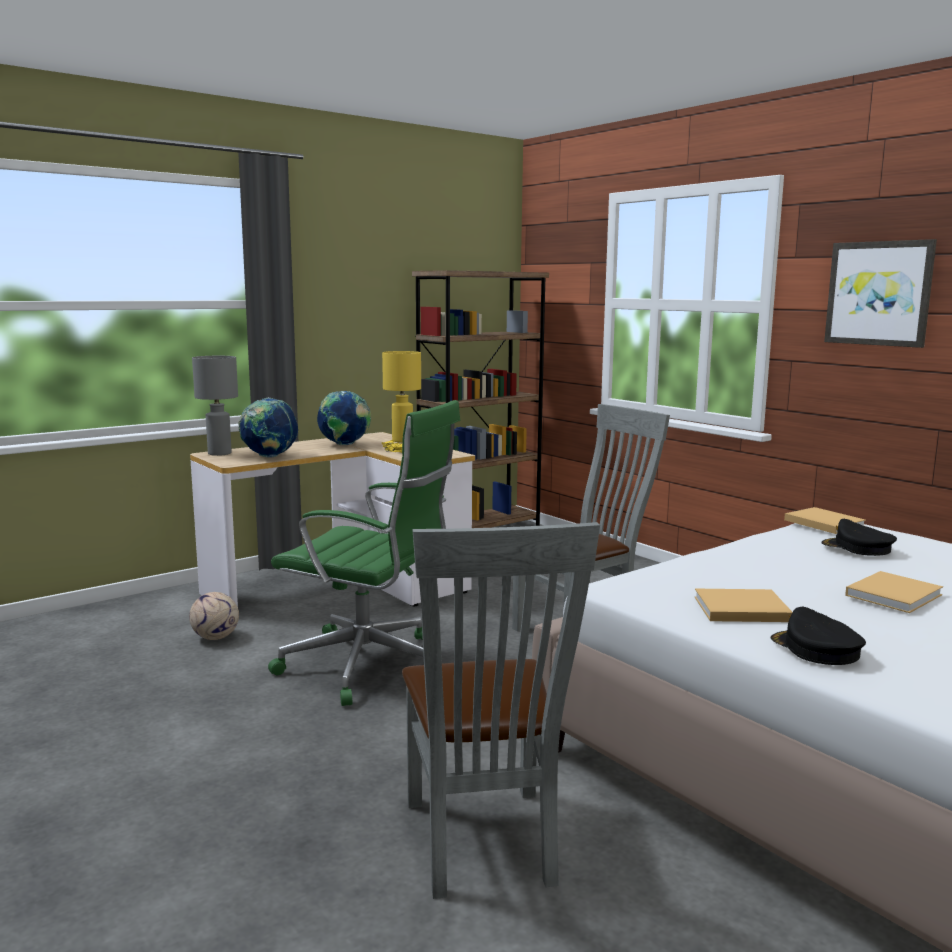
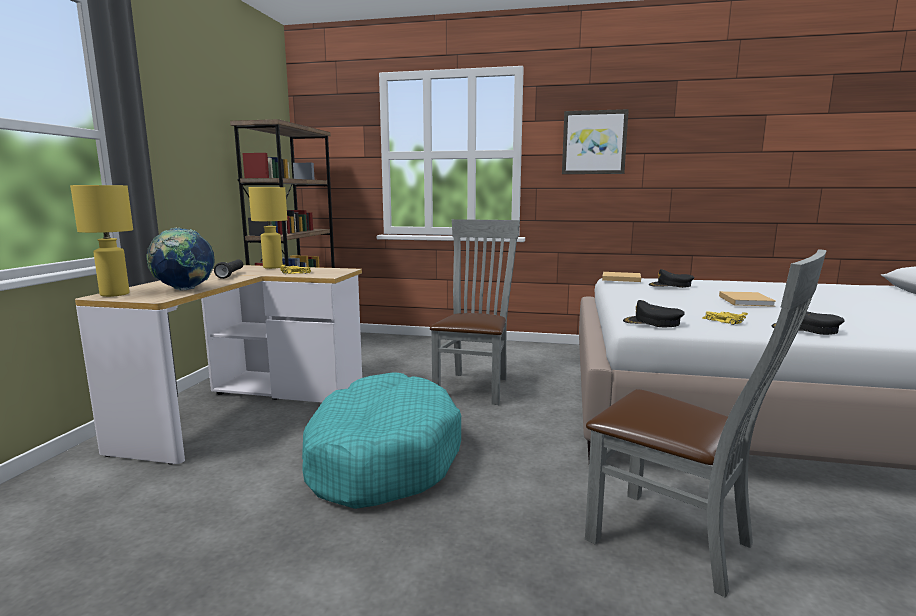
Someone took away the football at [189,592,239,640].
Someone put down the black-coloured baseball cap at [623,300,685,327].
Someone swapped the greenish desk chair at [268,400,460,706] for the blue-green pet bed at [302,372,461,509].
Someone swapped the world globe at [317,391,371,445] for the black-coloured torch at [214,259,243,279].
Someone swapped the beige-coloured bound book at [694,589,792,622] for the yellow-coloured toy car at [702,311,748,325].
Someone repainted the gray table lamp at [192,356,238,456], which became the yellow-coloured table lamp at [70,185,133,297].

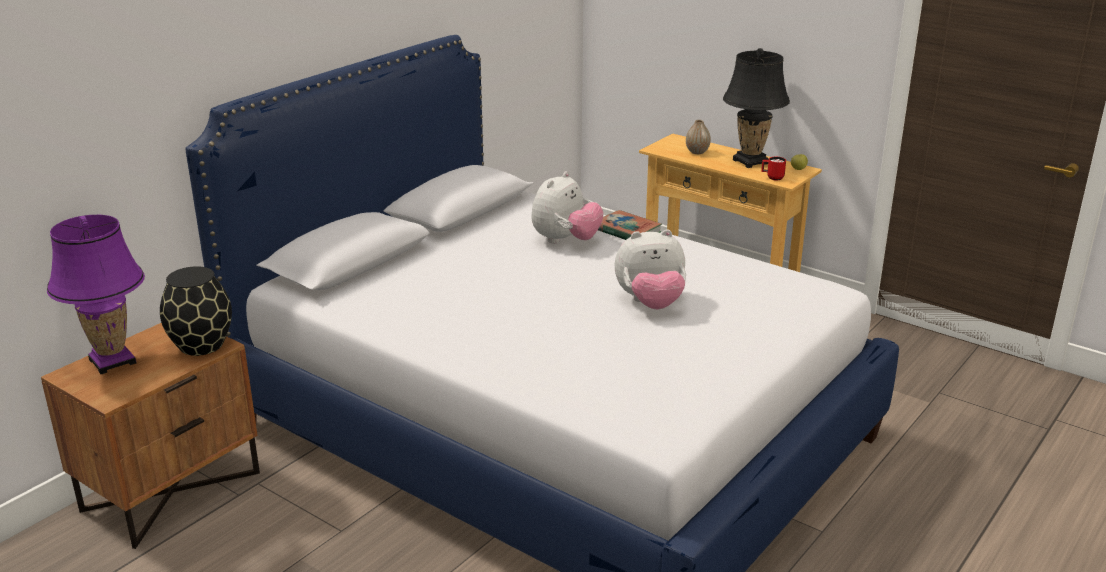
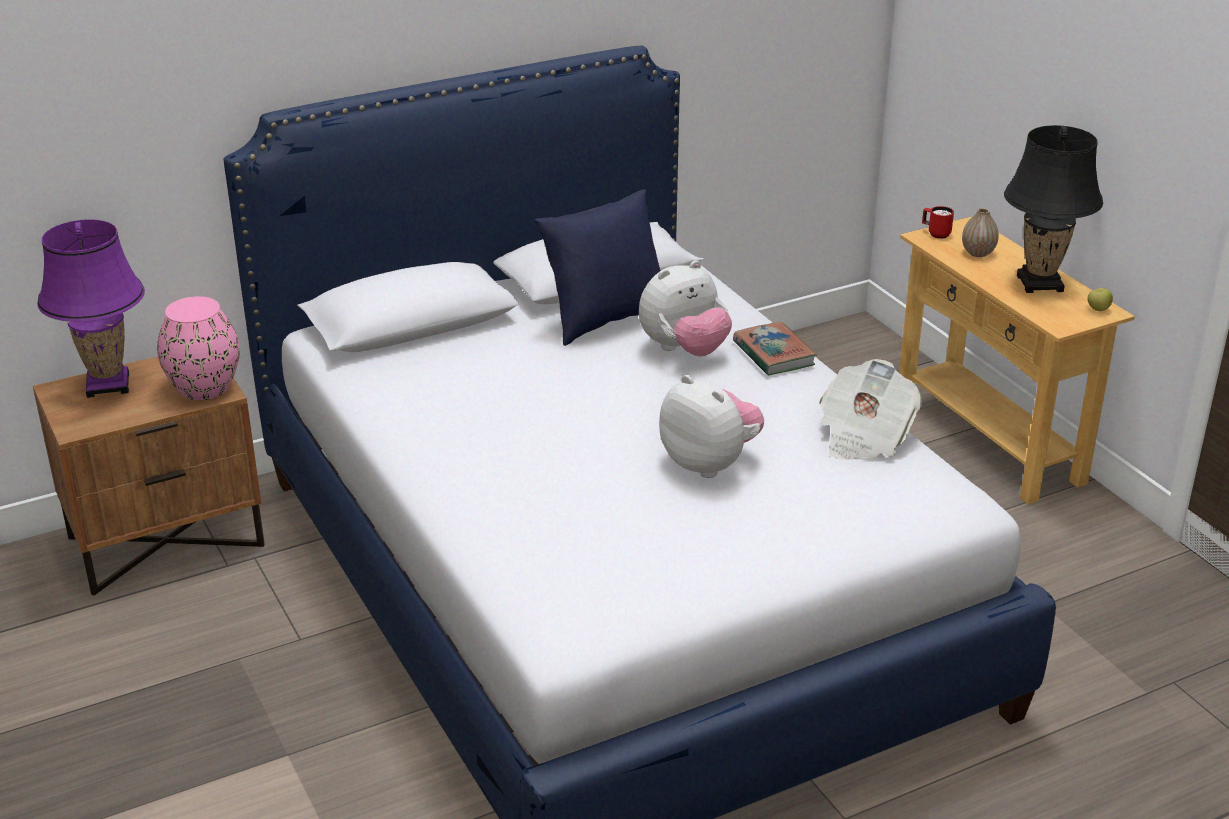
Someone put down the bluish pillow at [535,189,660,346].
Someone put down the printed paper at [819,359,922,460].
Someone carried the red-coloured mug from [761,157,786,180] to [922,206,954,239].
Someone repainted the black-coloured vase at [160,266,232,356], which became the pink vase at [157,296,240,400].
Someone rotated the soft toy at [615,230,686,309] by 150 degrees counterclockwise.

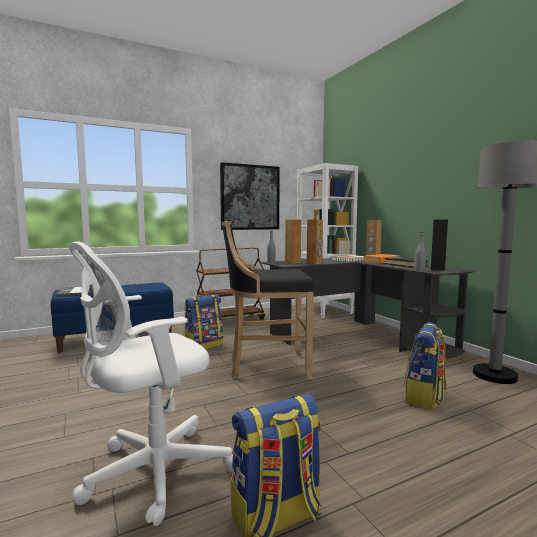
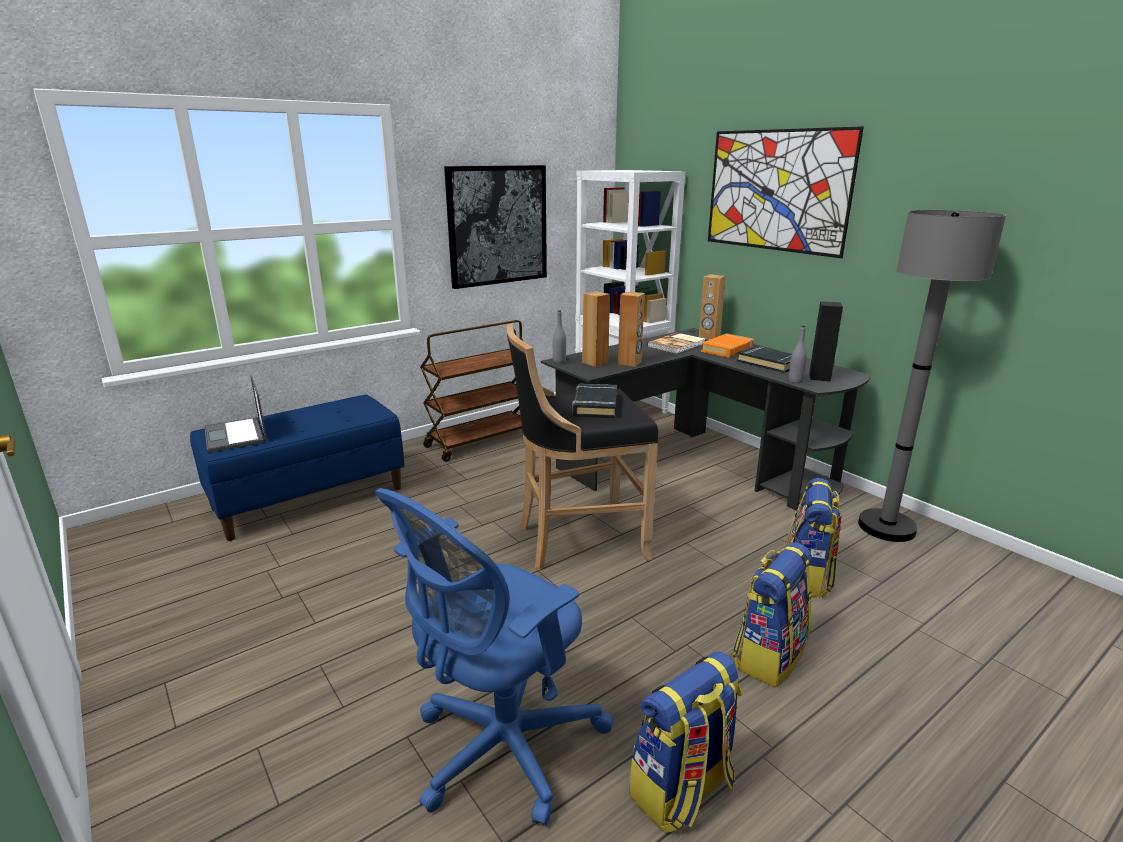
Someone put down the black-coloured bound book at [573,384,617,418].
Someone put up the wall art at [708,126,864,258].
Someone carried the knapsack from [184,294,223,349] to [733,542,812,687].
Someone repainted the white-coloured desk chair at [68,241,233,526], which became the bluish desk chair at [374,488,614,826].

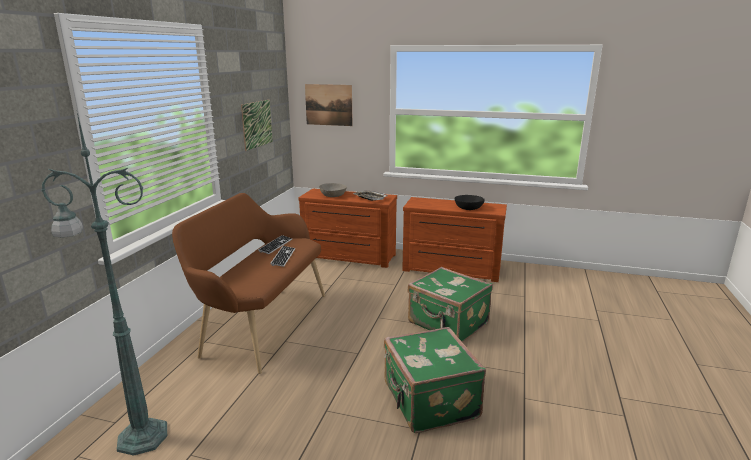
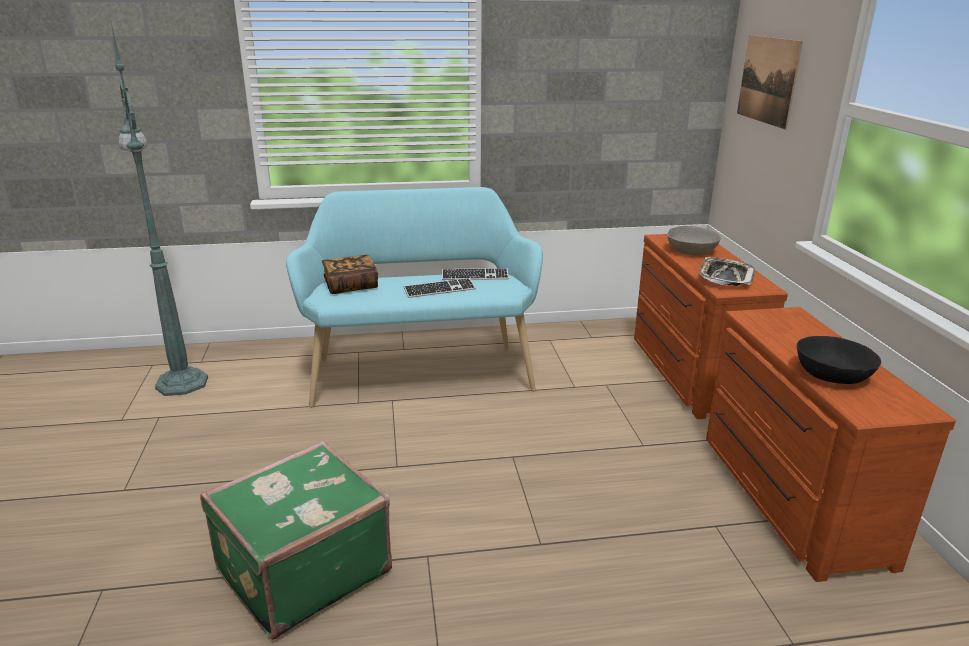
Someone took away the wall art at [241,100,273,151].
Someone took away the greenish suitcase at [407,267,493,342].
Someone put down the bound book at [322,255,378,294].
Someone repainted the brown bench at [172,193,325,374], which became the blue-green bench at [286,187,543,408].

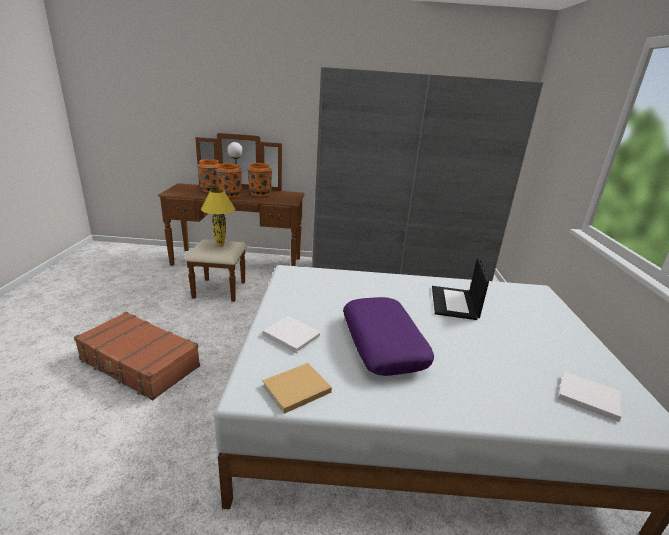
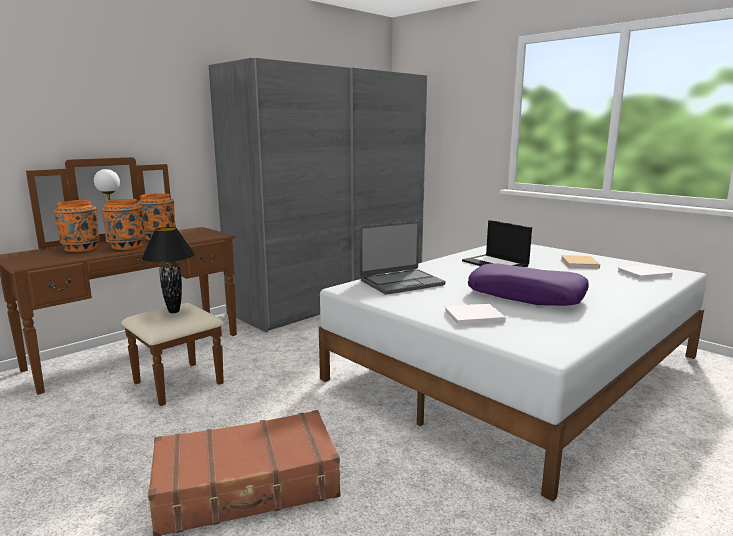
Someone put down the notebook computer at [360,221,446,295].
Someone carried the beige-coloured bound book from [262,363,332,414] to [561,255,600,269].
Someone repainted the yellow-coloured table lamp at [201,189,235,246], which became the black-coloured table lamp at [142,227,195,313].

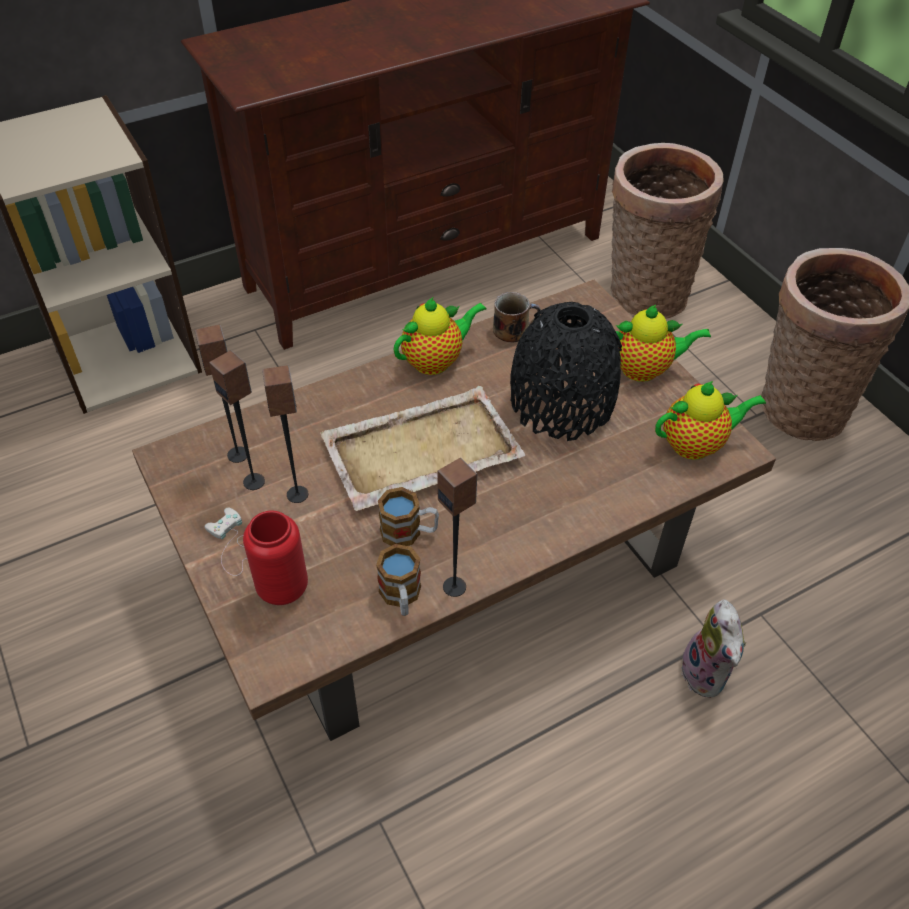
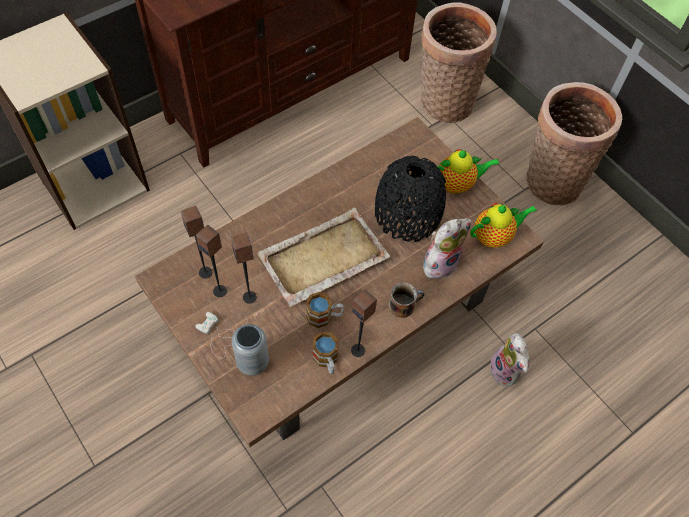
Someone took away the tea pot at [394,297,487,375].
Someone put down the soft toy at [423,218,472,279].
Someone carried the mug from [493,292,541,343] to [389,282,425,318].
Someone repainted the red-coloured vase at [243,511,308,605], which became the gray vase at [232,324,269,376].

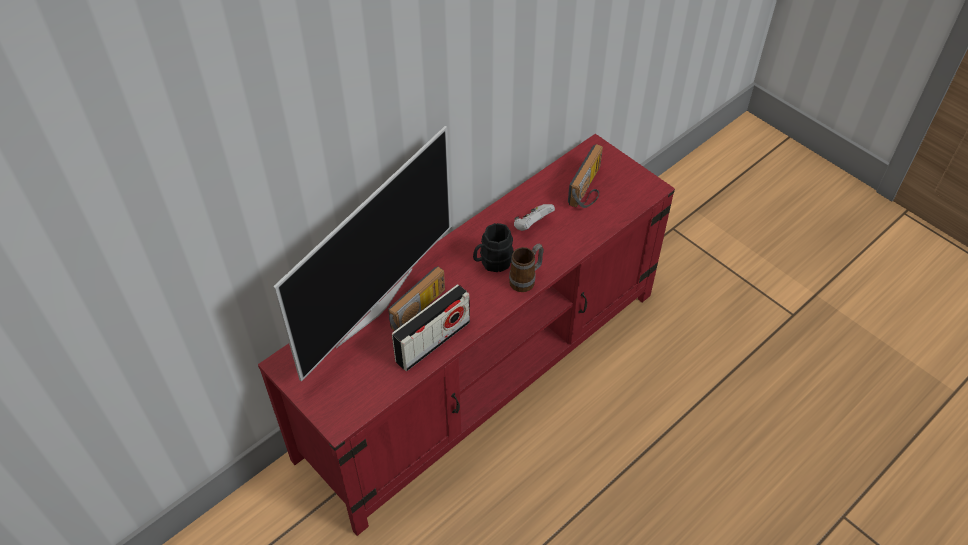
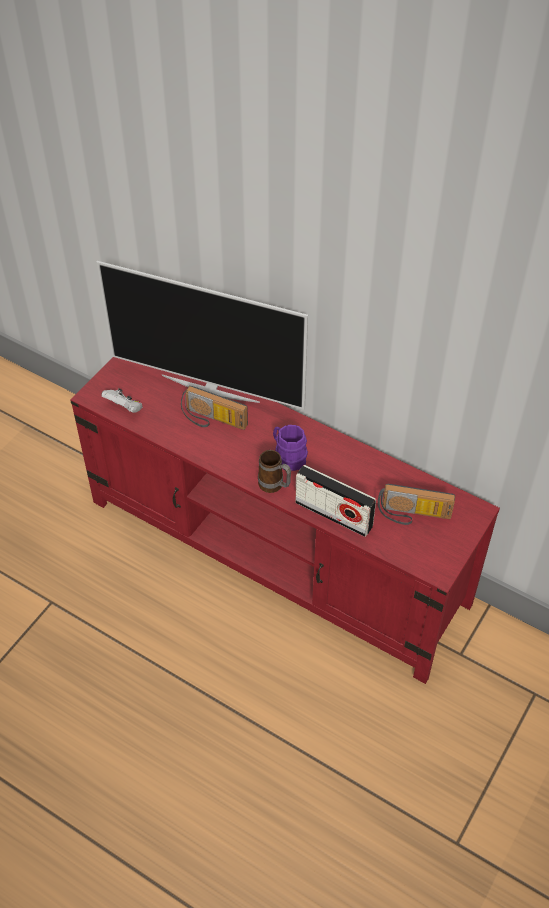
Someone carried the radio set from [392,284,470,371] to [295,465,376,537].
Someone carried the white-coloured gamepad from [514,204,555,231] to [101,388,143,413].
Someone repainted the black-coloured mug at [473,223,514,272], which became the purple-coloured mug at [273,425,308,471].

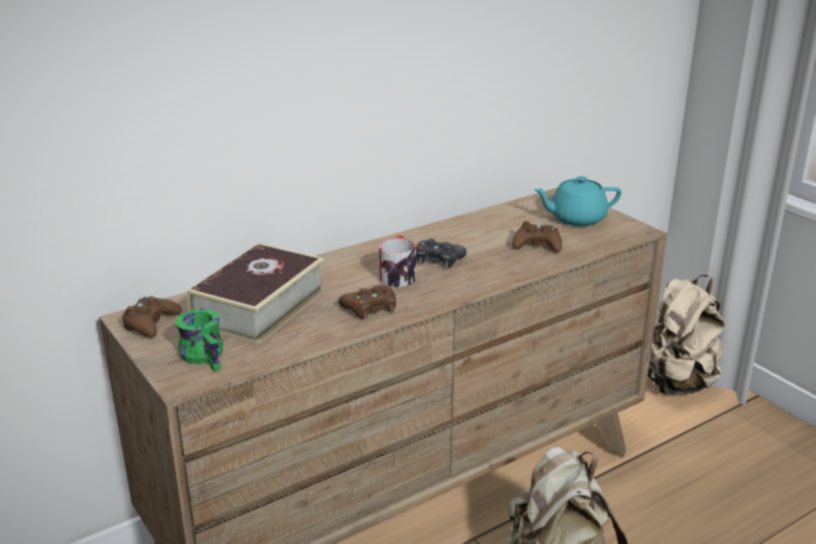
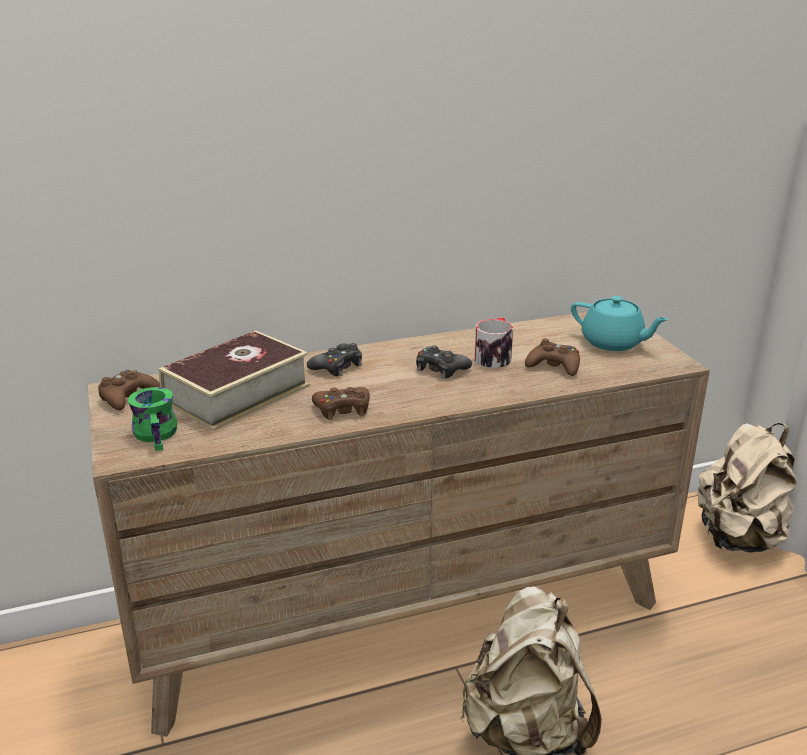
Someone put down the black-coloured gamepad at [307,343,362,376].
Someone carried the mug from [379,235,416,287] to [474,318,513,368].
Someone rotated the blue-green tea pot at [533,176,622,227] by 150 degrees counterclockwise.

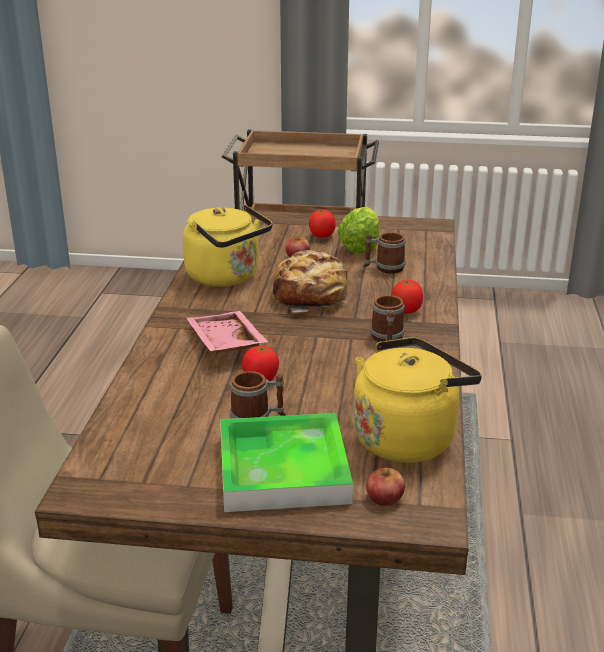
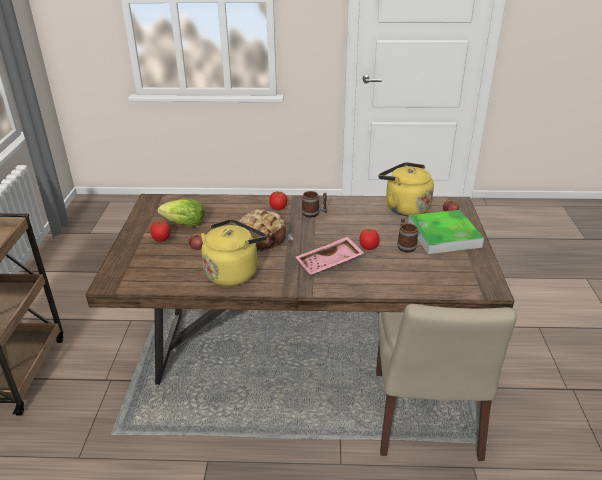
Someone took away the mug at [364,232,406,274].

